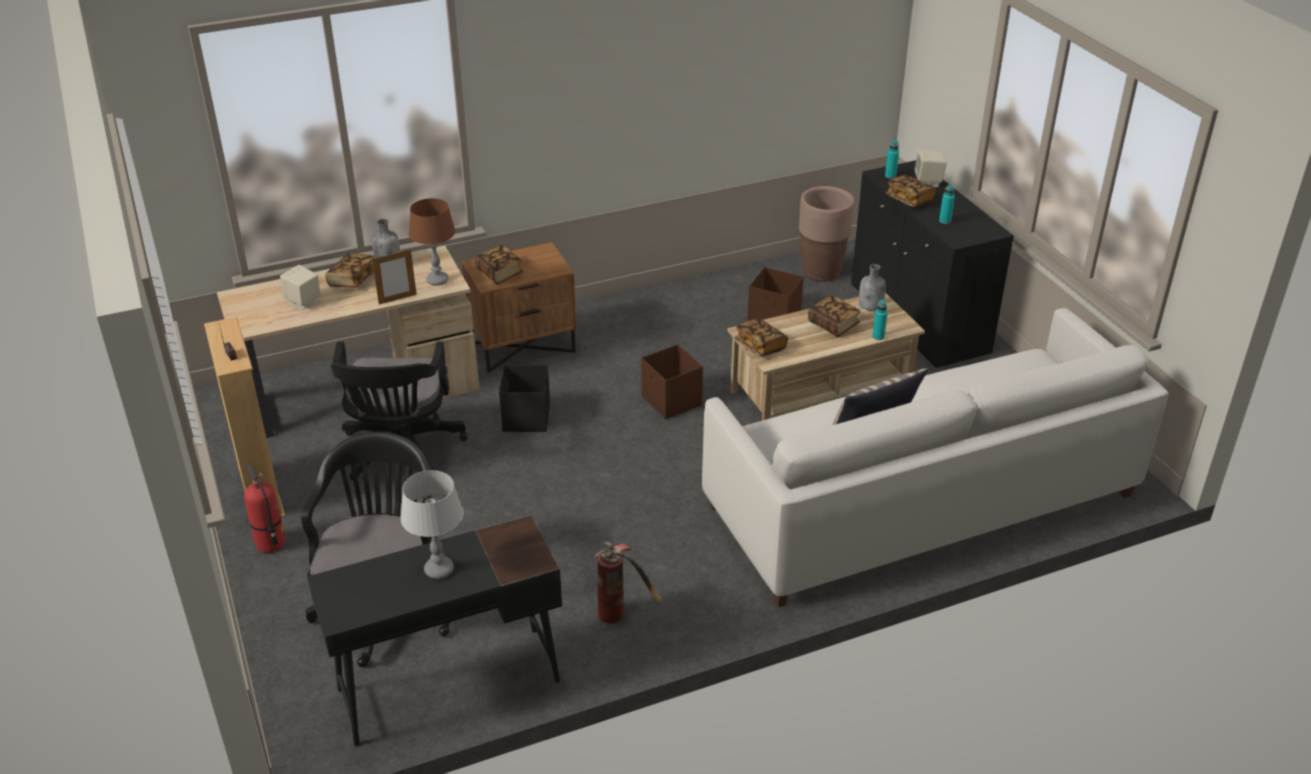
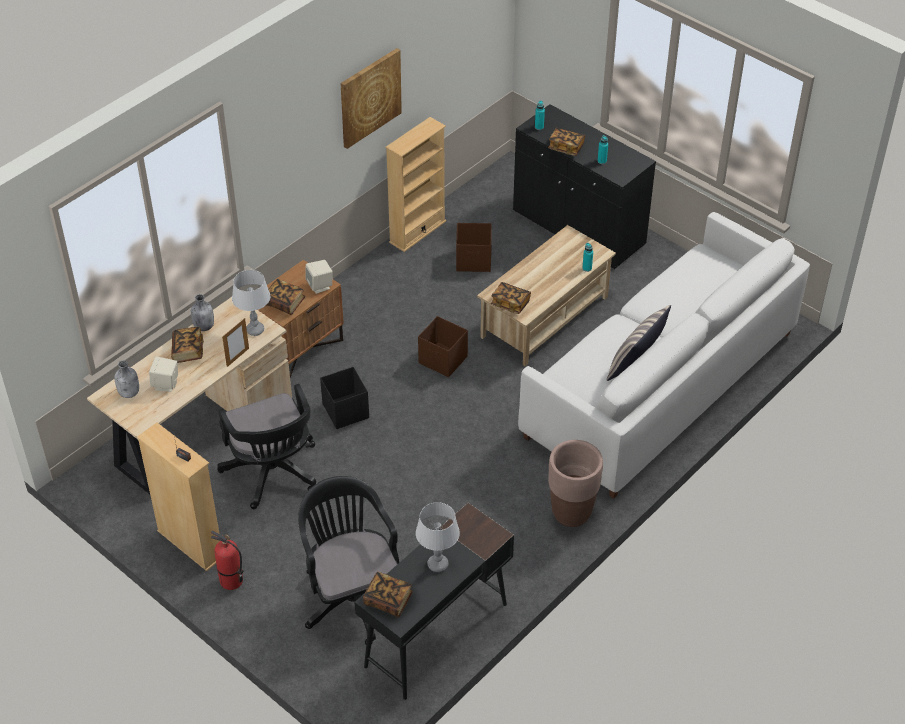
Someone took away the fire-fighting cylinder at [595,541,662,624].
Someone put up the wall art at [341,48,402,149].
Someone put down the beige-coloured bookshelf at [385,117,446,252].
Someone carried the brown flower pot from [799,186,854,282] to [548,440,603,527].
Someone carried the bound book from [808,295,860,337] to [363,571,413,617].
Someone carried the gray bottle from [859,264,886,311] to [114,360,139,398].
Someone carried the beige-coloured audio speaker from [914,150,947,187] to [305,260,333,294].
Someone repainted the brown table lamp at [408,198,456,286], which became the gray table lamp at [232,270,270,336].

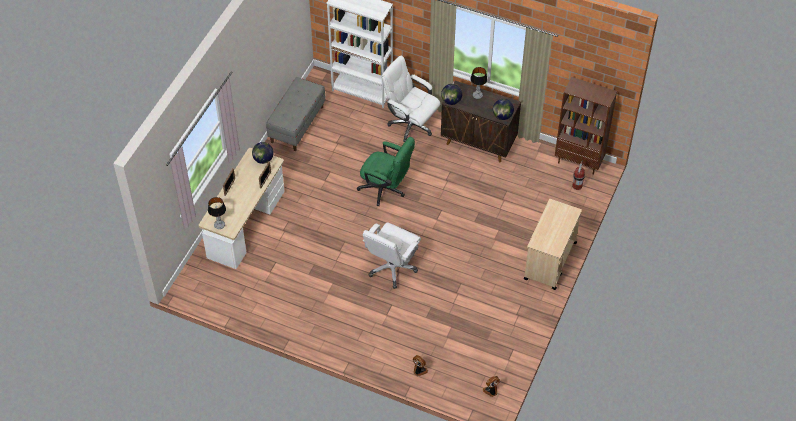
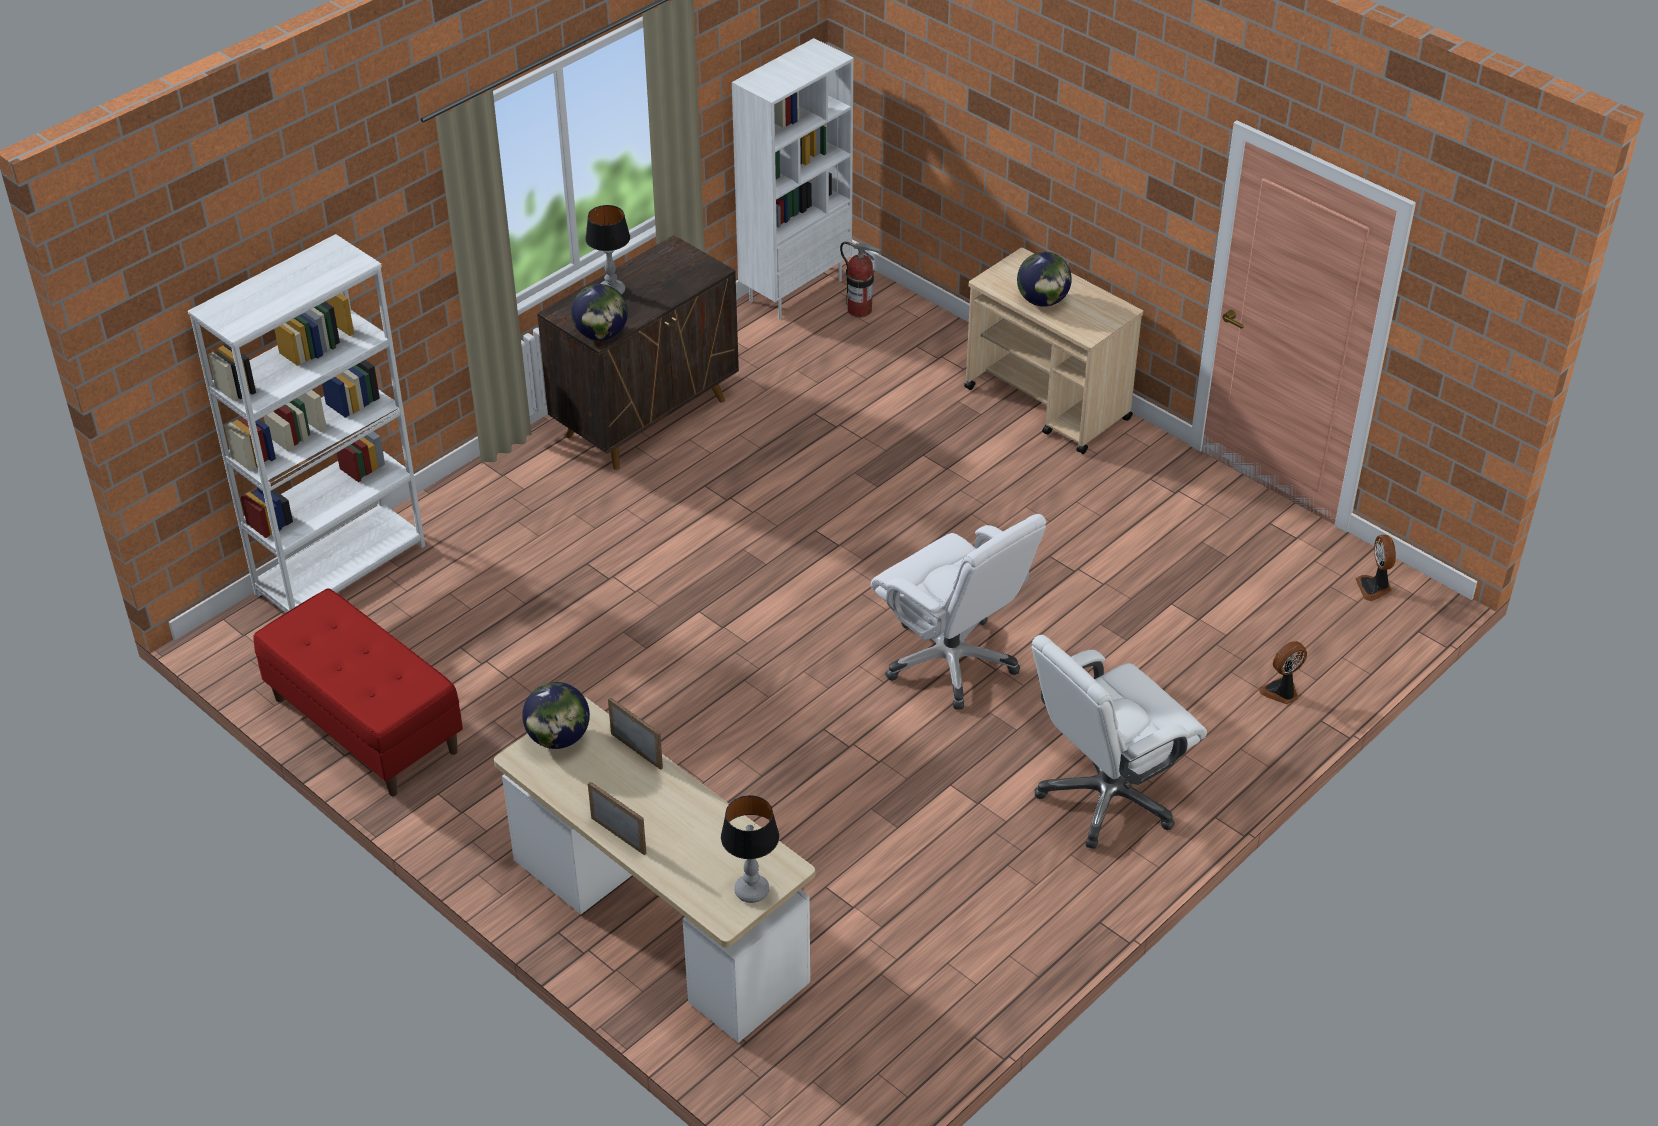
Someone took away the greenish desk chair at [357,137,415,206].
Someone carried the white-coloured desk chair from [382,56,440,142] to [1032,635,1207,849].
Someone carried the world globe from [493,99,514,120] to [1017,252,1072,307].
Someone repainted the gray bench at [266,77,326,151], which became the red-coloured bench at [253,588,463,796].
Someone repainted the brown bookshelf at [555,77,617,175], which became the white-coloured bookshelf at [732,38,853,319].

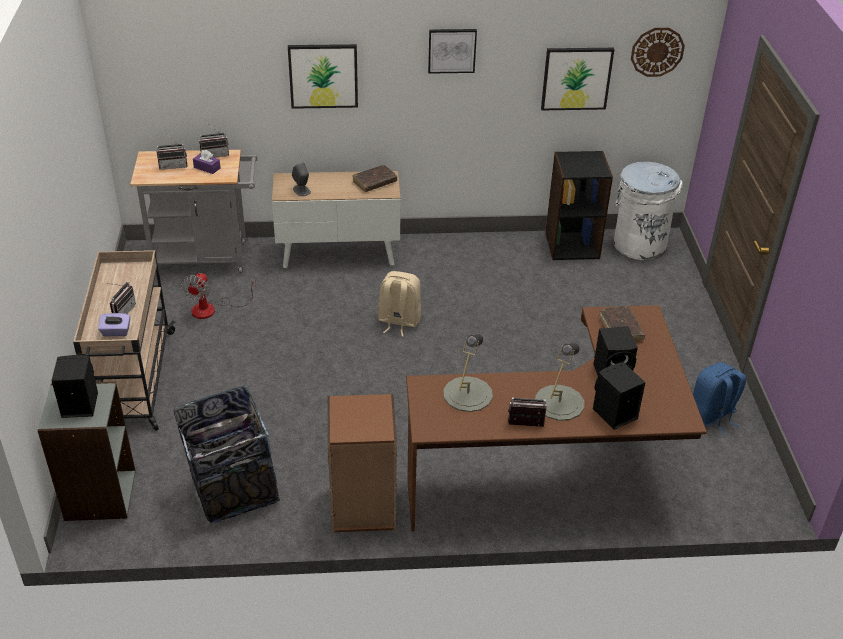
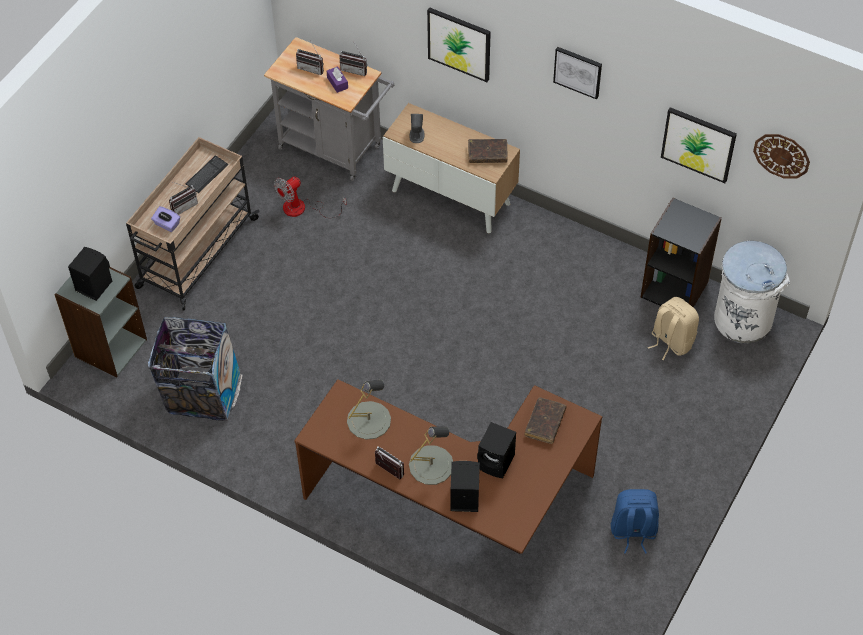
Someone took away the brown bookshelf at [327,394,397,533].
Someone put down the keyboard at [186,155,228,193].
Someone carried the beige-coloured knapsack from [378,271,421,336] to [648,297,699,360].

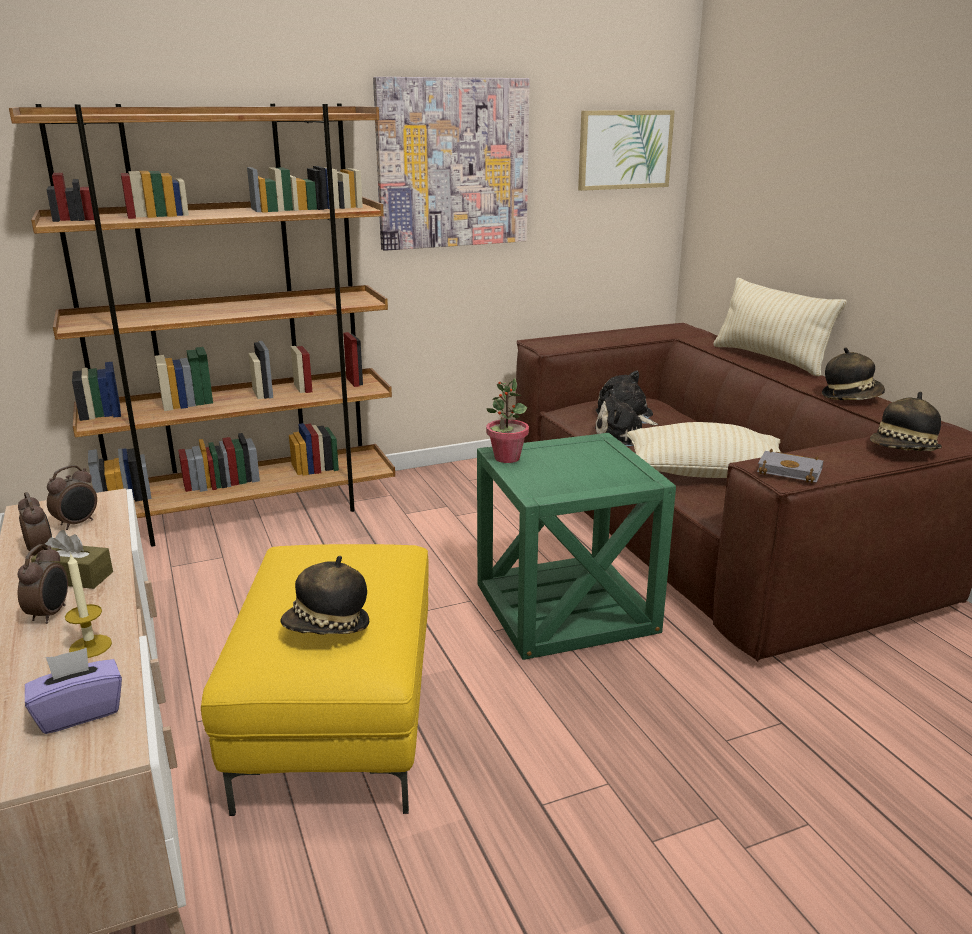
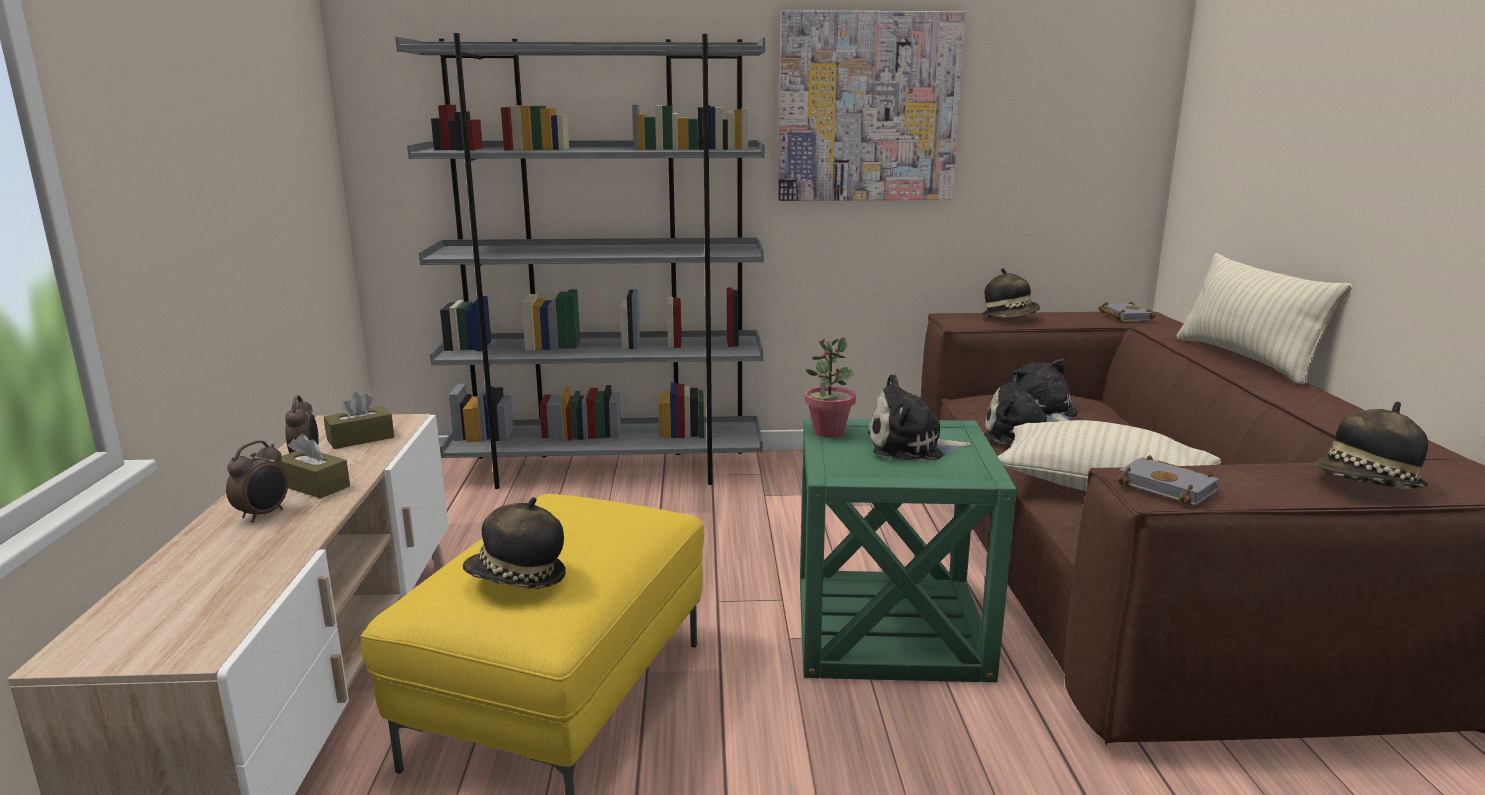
Someone took away the purple-coloured box of tissues at [25,648,122,734].
Someone took away the wax light at [65,553,112,658].
Someone took away the wall art at [578,110,675,191].
Someone put down the soft toy at [868,374,970,460].
Someone put down the gray bound book at [1098,302,1156,322].
Someone carried the wearable hat from [822,347,885,400] to [982,268,1040,318].
Someone swapped the alarm clock at [47,465,97,530] for the brown box of tissues at [324,392,394,449].
Someone repainted the brown bookshelf at [9,103,395,547], which became the gray bookshelf at [395,33,765,489].

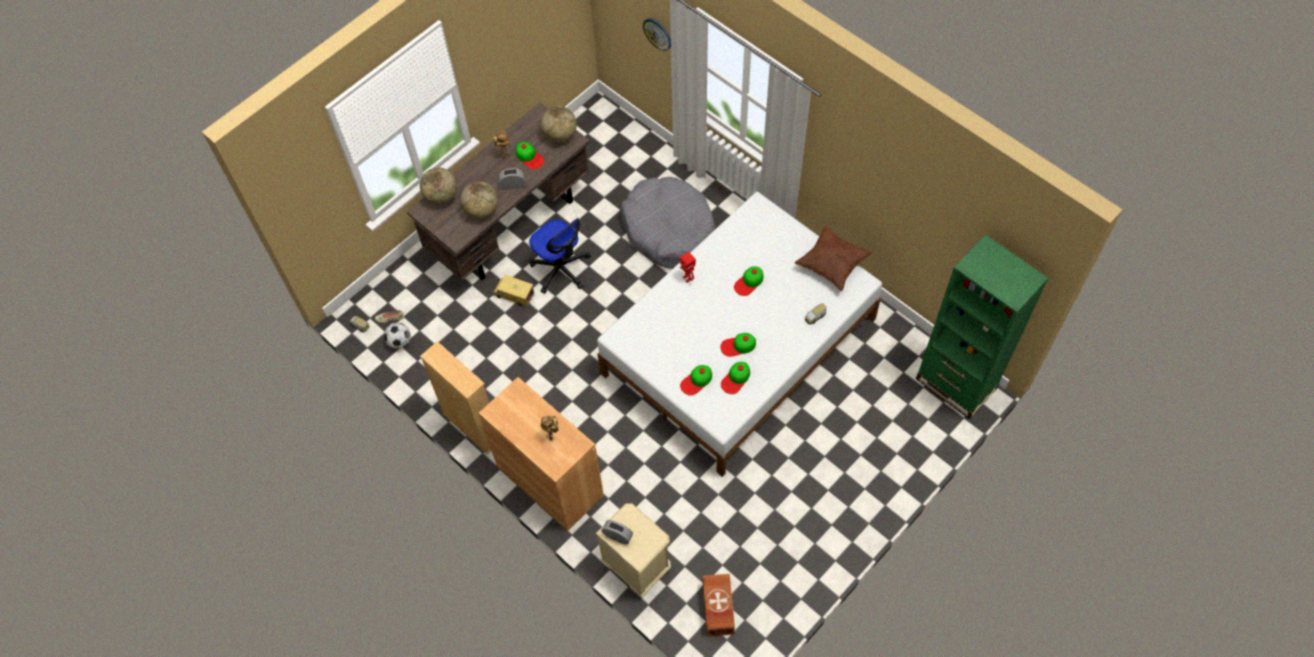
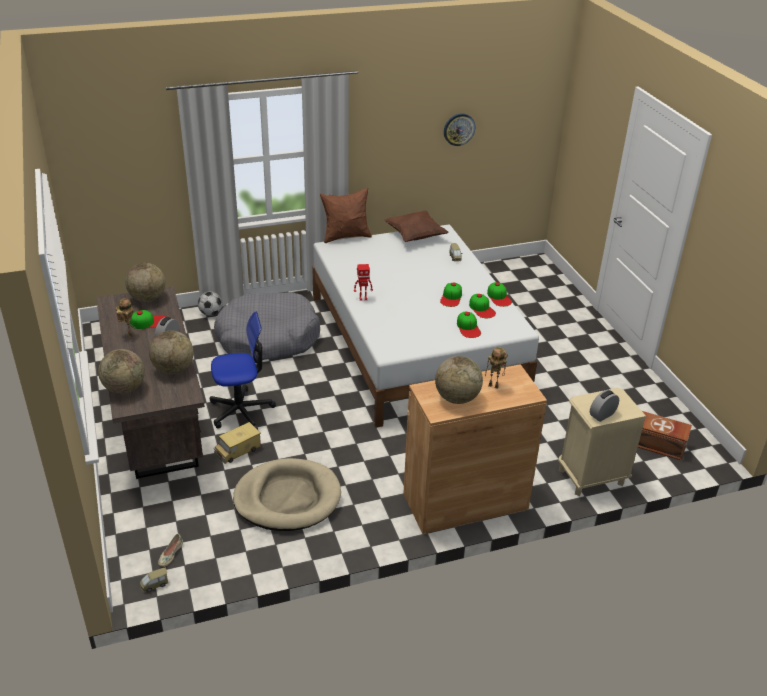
Someone took away the beige-coloured bookshelf at [420,341,491,454].
Someone took away the greenish bookshelf at [916,234,1049,419].
Someone put down the beige-coloured pet bed at [233,458,341,531].
Someone put down the brown pillow at [320,188,372,243].
Someone put down the world globe at [435,356,483,404].
Someone carried the football from [384,323,411,349] to [198,292,222,316].
Someone carried the hanging clock from [643,18,671,51] to [444,113,475,146].
Someone carried the baseball cap from [734,266,764,296] to [487,282,512,307].

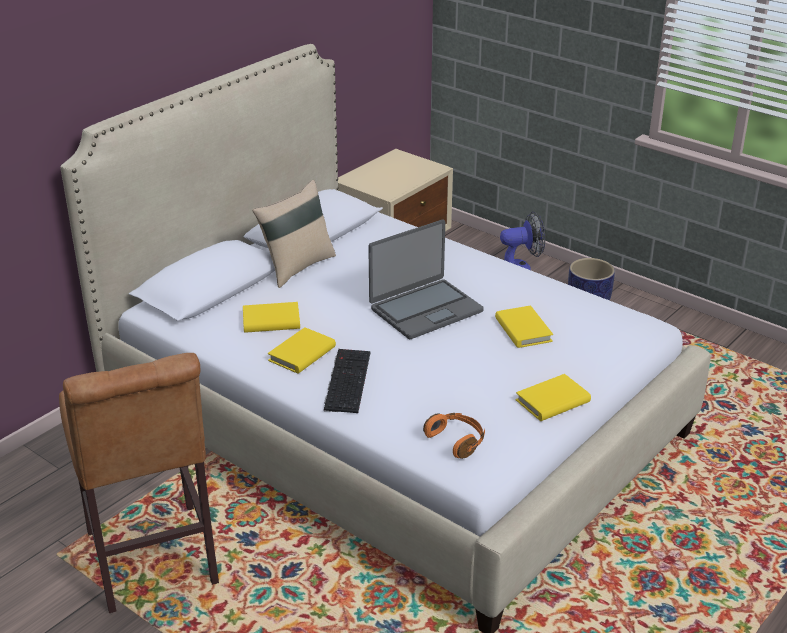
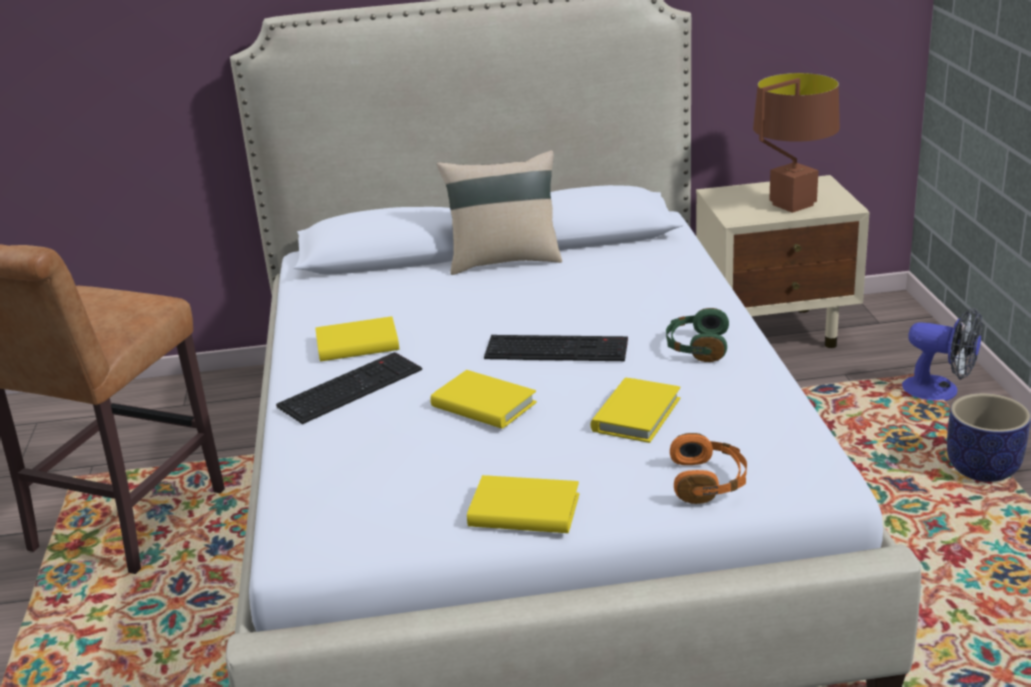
Someone put down the greenish headset at [666,308,729,362].
Someone put down the brown table lamp at [753,73,840,213].
Someone carried the yellow-coloured bound book from [243,302,300,333] to [430,370,537,429].
Someone carried the orange-coloured headset from [423,413,485,459] to [670,433,747,504].
Someone swapped the notebook computer at [368,220,484,339] for the keyboard at [484,335,628,361].

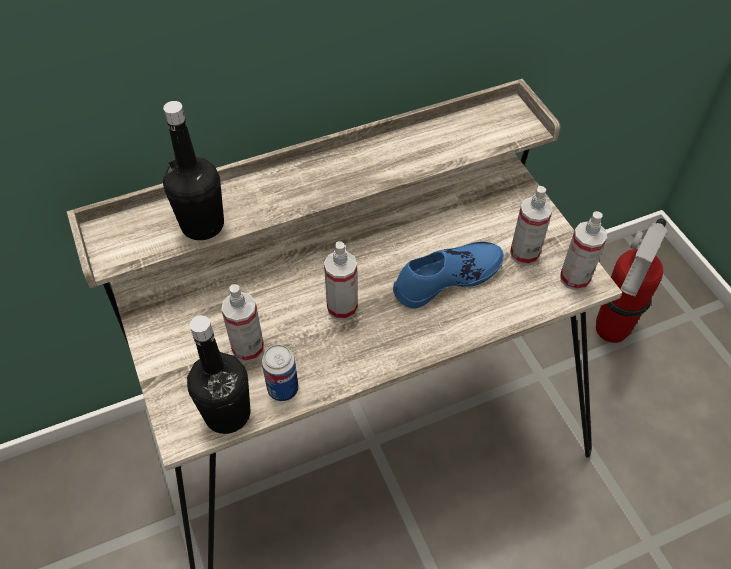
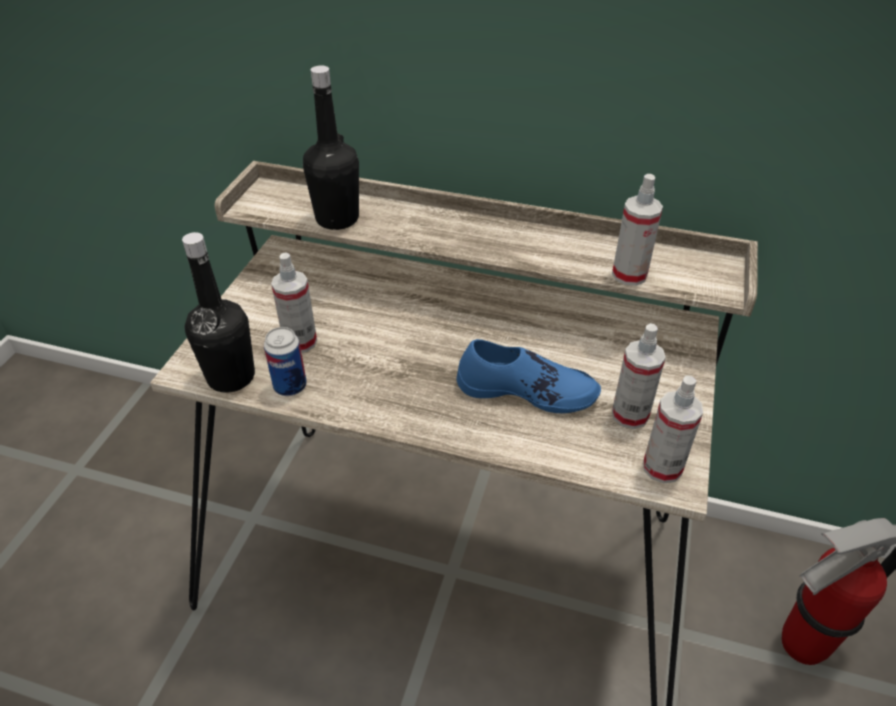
Someone carried the sprayer from [324,241,358,320] to [612,174,663,286].

